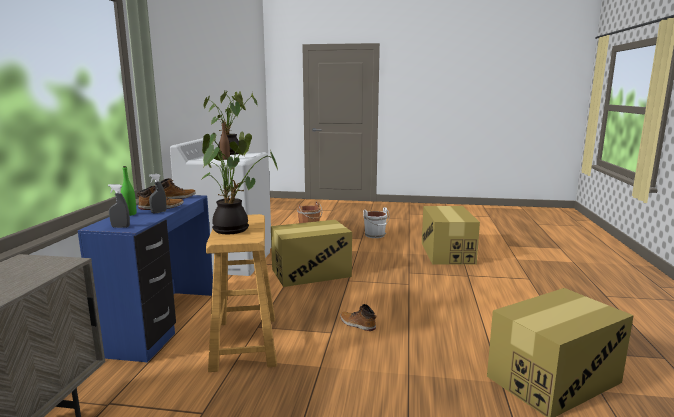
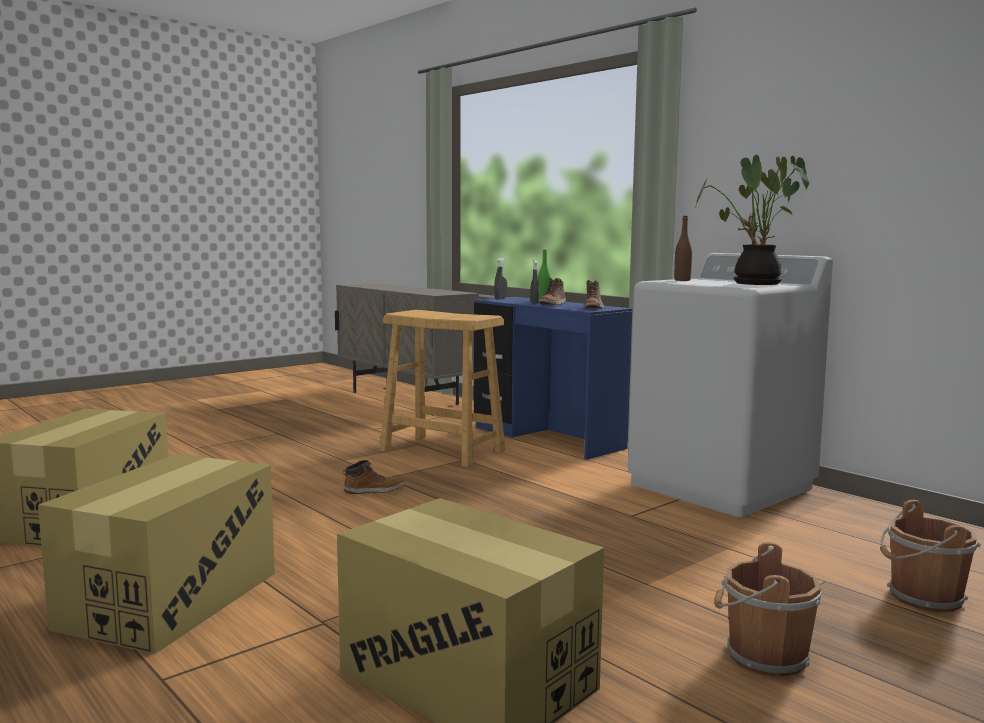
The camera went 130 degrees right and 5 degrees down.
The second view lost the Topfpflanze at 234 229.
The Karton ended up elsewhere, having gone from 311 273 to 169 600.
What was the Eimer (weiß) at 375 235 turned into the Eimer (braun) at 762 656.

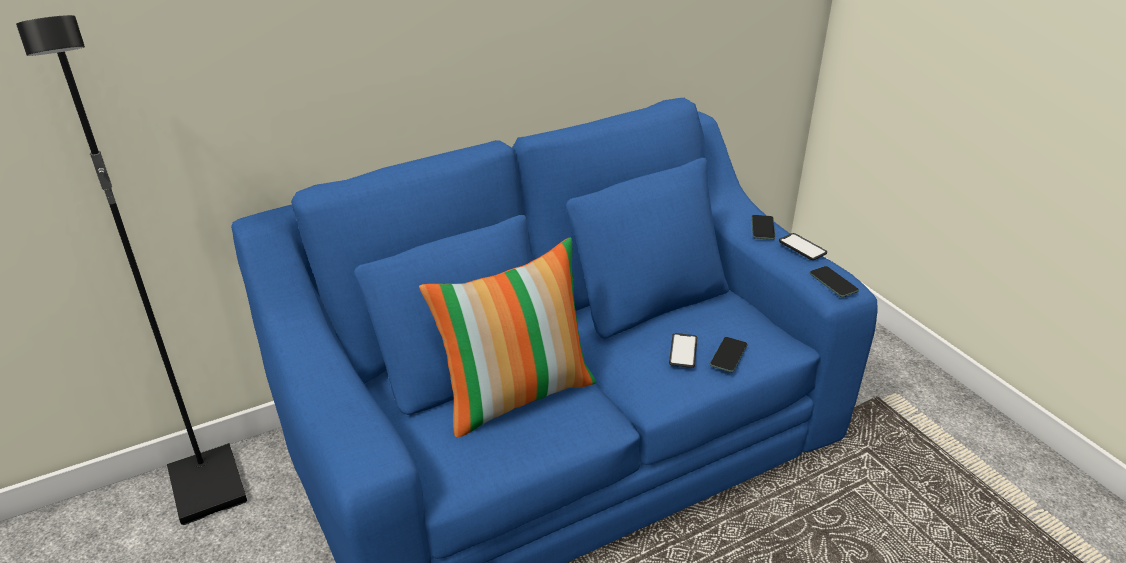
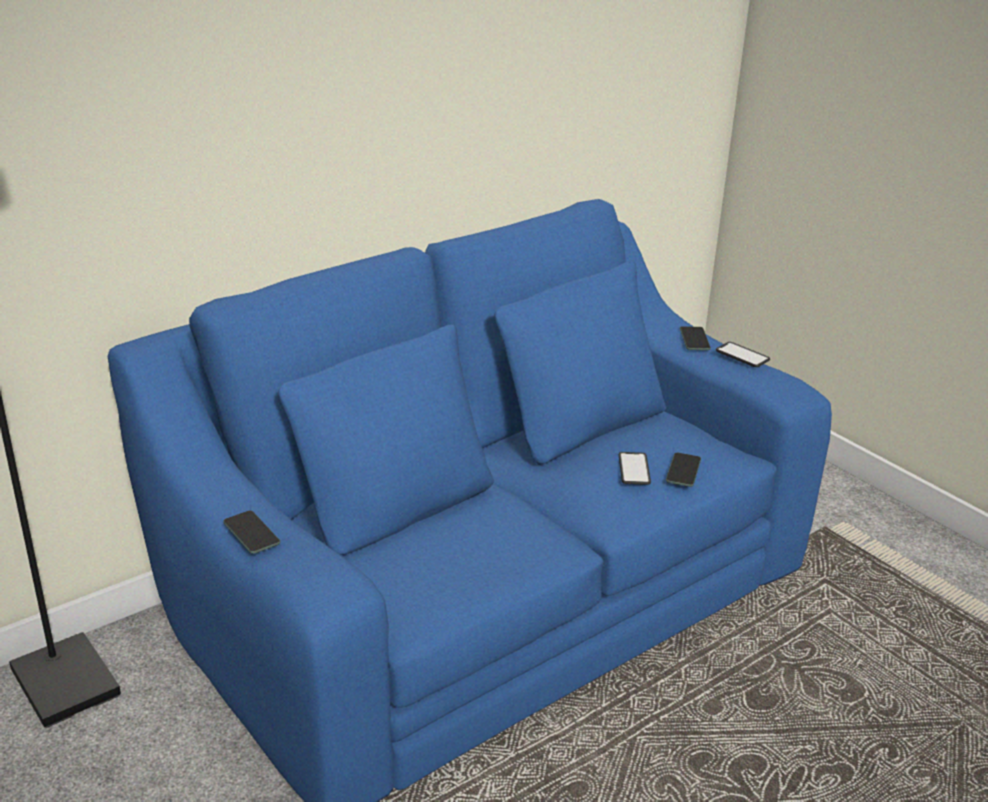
The camera went 10 degrees left and 5 degrees down.
The second view lost the Kissen at 516 394.
The Handy ended up elsewhere, having gone from 833 282 to 251 533.

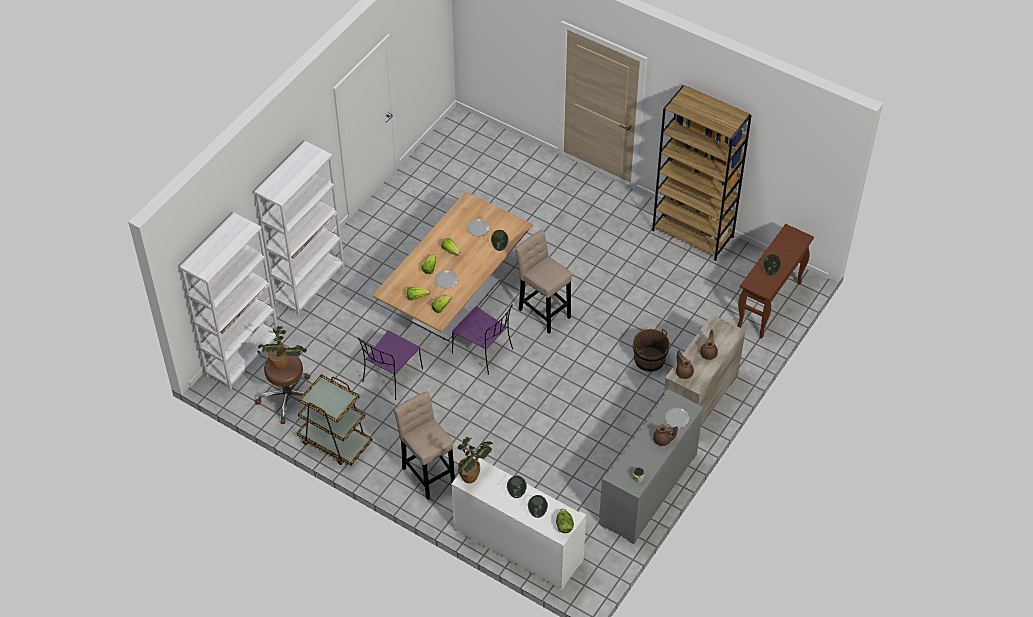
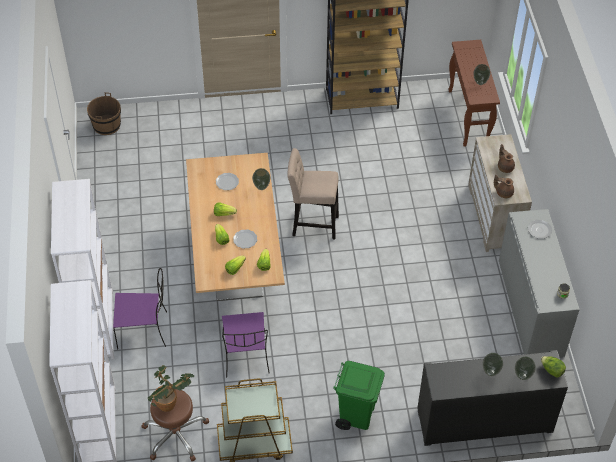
The camera went 40 degrees left and 0 degrees up.
Where the Hocker (beige) stood at 427 473, the Mülleimer (grün) came to stand at 356 415.
What was the Schrank (weiß) at 518 545 turned into the Schrank (schwarz) at 484 420.
The Stuhl (lila) ended up elsewhere, having gone from 484 351 to 144 330.
The second view lost the Topfpflanze at 473 475.
The Eimer (braun) ended up elsewhere, having gone from 649 360 to 107 125.
The second view lost the Teekanne (braun) at 663 440.

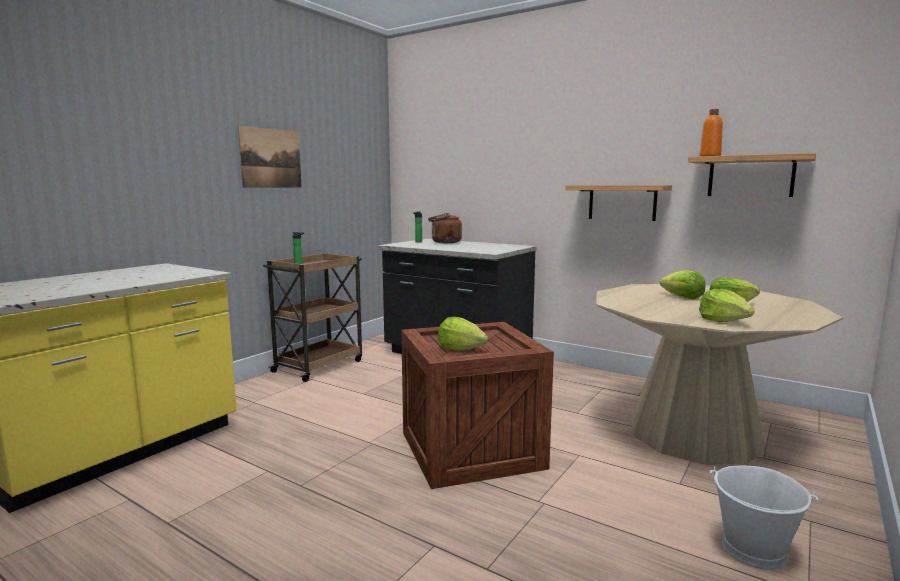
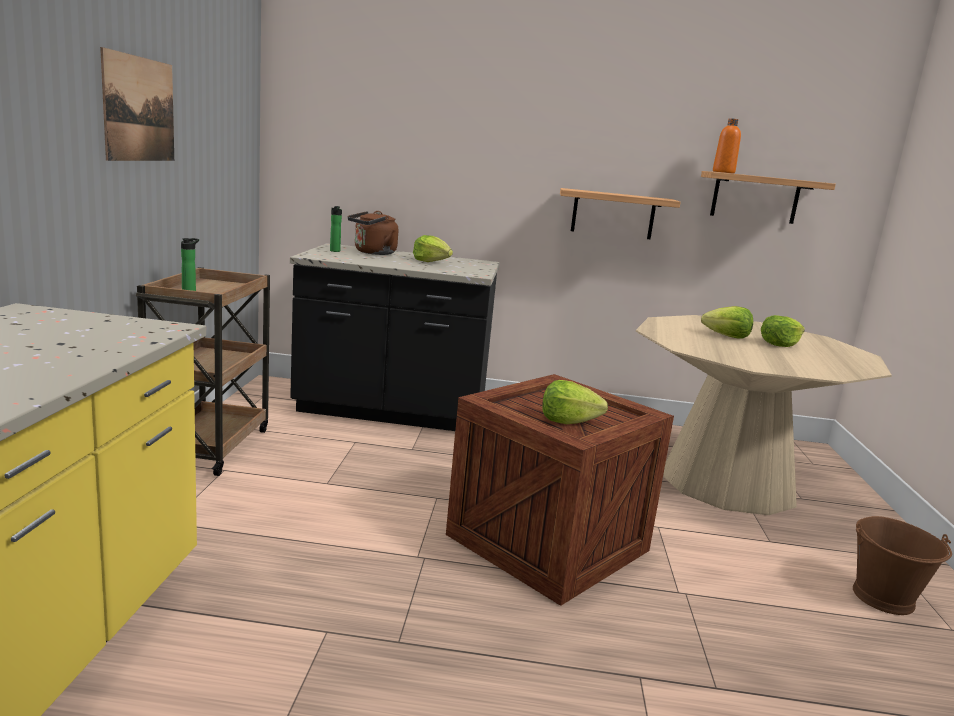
The camera went 30 degrees left and 5 degrees up.
The Salatkopf ended up elsewhere, having gone from 723 321 to 431 262.
What was the Eimer (weiß) at 754 550 turned into the Eimer (braun) at 884 598.

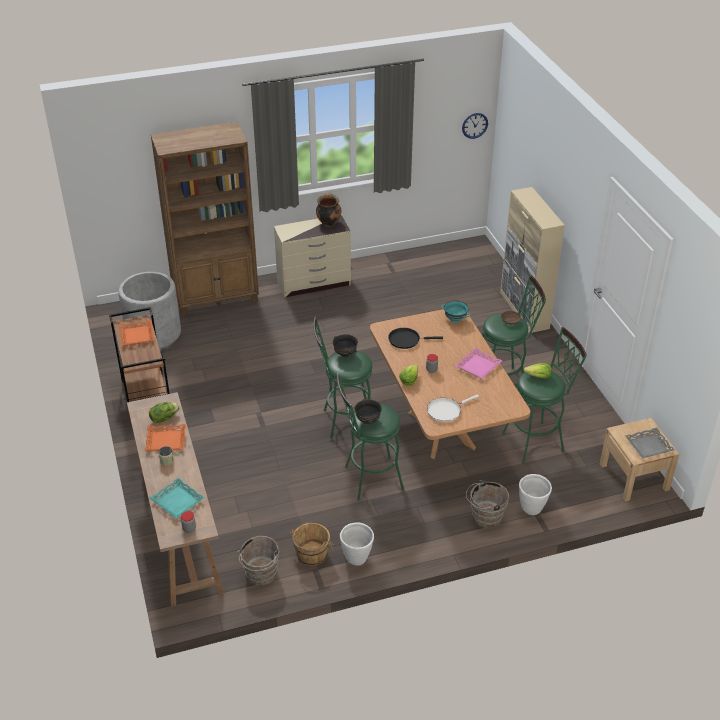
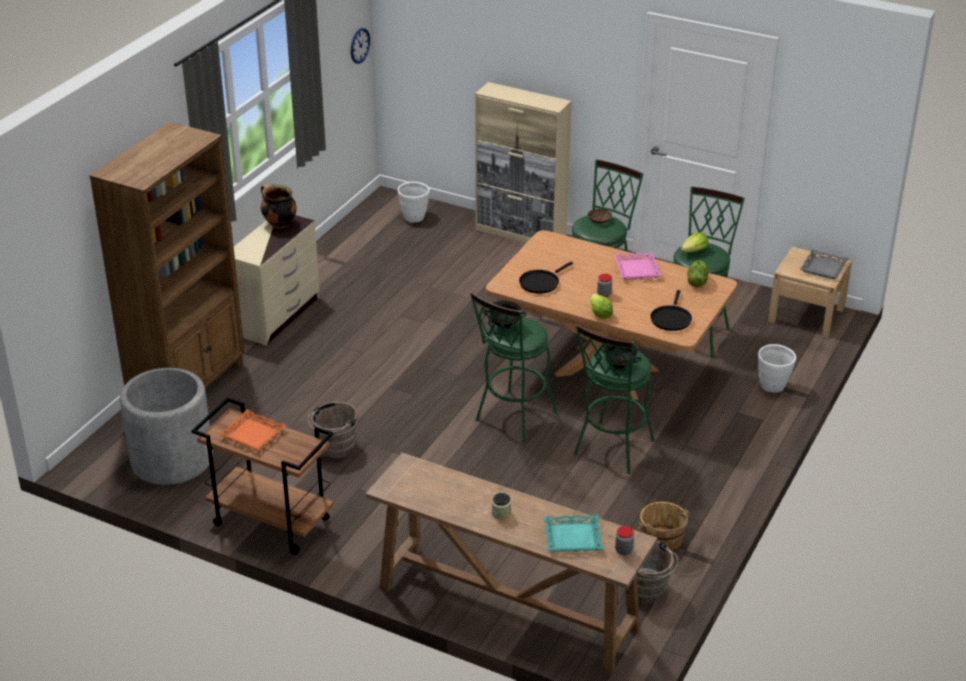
The camera went 45 degrees left and 5 degrees down.
The second view lost the Tablett (orange) at 166 440.
The Salatkopf ended up elsewhere, having gone from 164 418 to 696 282.
The Pflanzkübel (weiß) ended up elsewhere, having gone from 357 558 to 414 218.
What was the Pfanne (weiß) at 446 411 turned into the Pfanne (schwarz) at 671 319.
The second view lost the Schüssel (türkis) at 455 319.
The Eimer (braun) ended up elsewhere, having gone from 484 517 to 334 449.

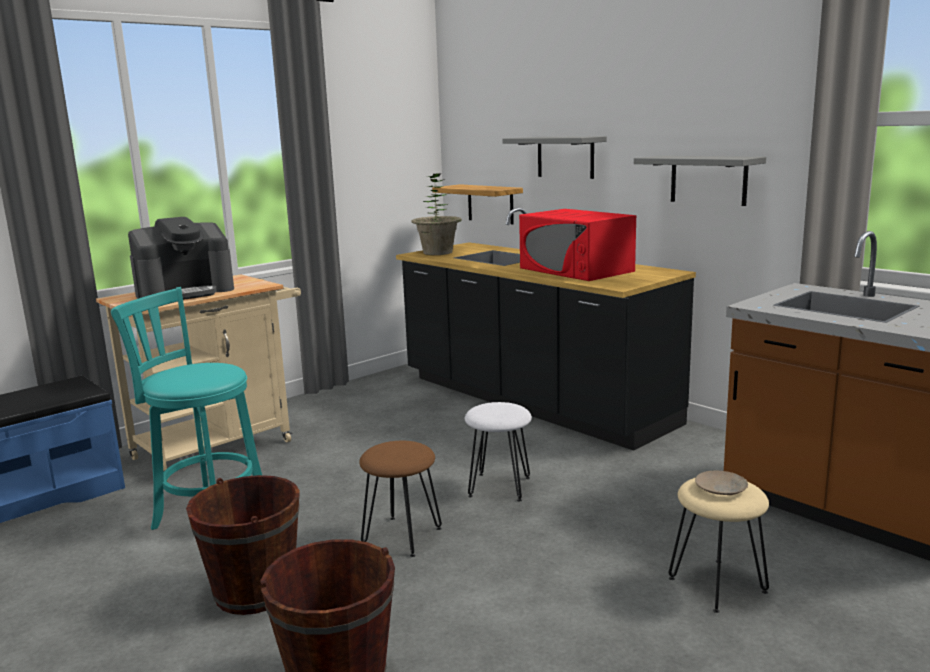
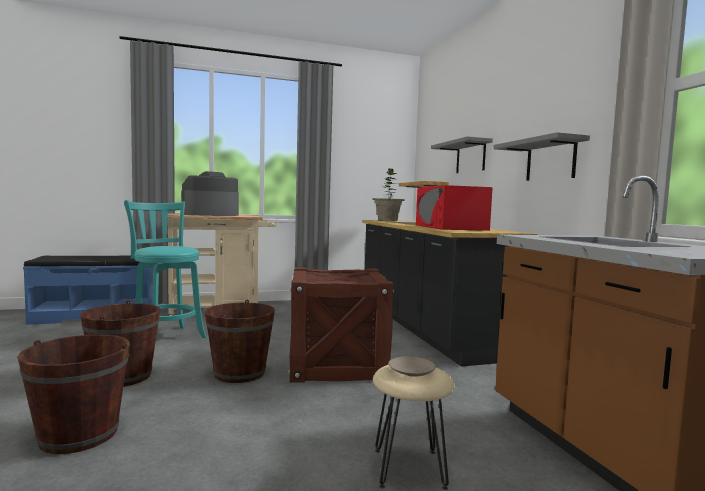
The camera went 25 degrees right and 10 degrees down.
The Kaffeemaschine at 185 292 ended up facing another way, 150 degrees clockwise from before.
Where the Hocker (braun) stood at 402 536, the Eimer (braun) came to stand at 239 373.
Where the Hocker (weiß) stood at 499 487, the Kiste came to stand at 336 364.

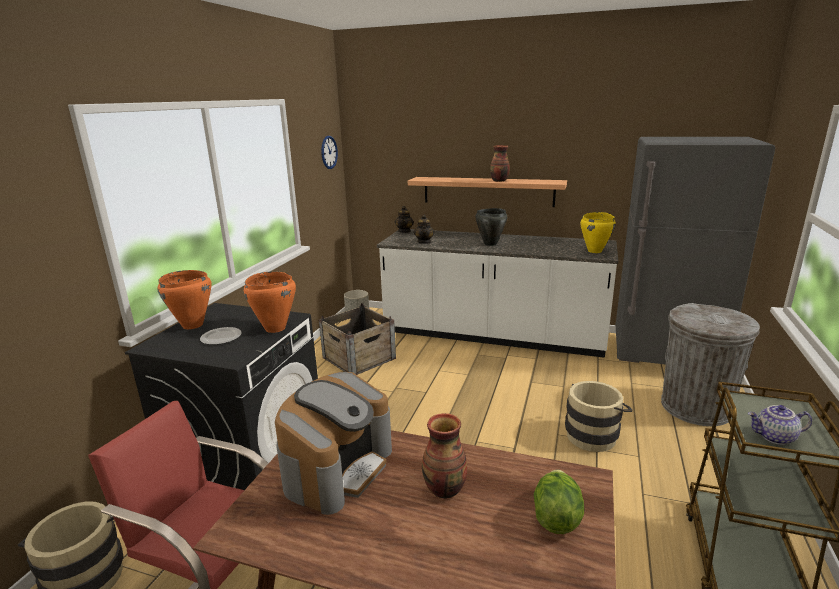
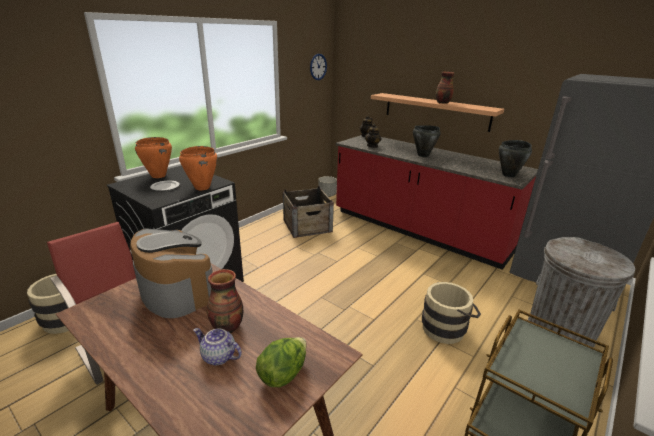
The camera went 20 degrees right and 5 degrees up.
The Kaffeemaschine at 337 467 ended up facing another way, 90 degrees counterclockwise from before.
What was the Küchenzeile (weiß) at 492 335 turned into the Küchenzeile (rot) at 418 231.
What was the Kochtopf (gelb) at 595 251 turned into the Kochtopf (schwarz) at 509 175.
The Teekanne ended up elsewhere, having gone from 774 437 to 218 357.

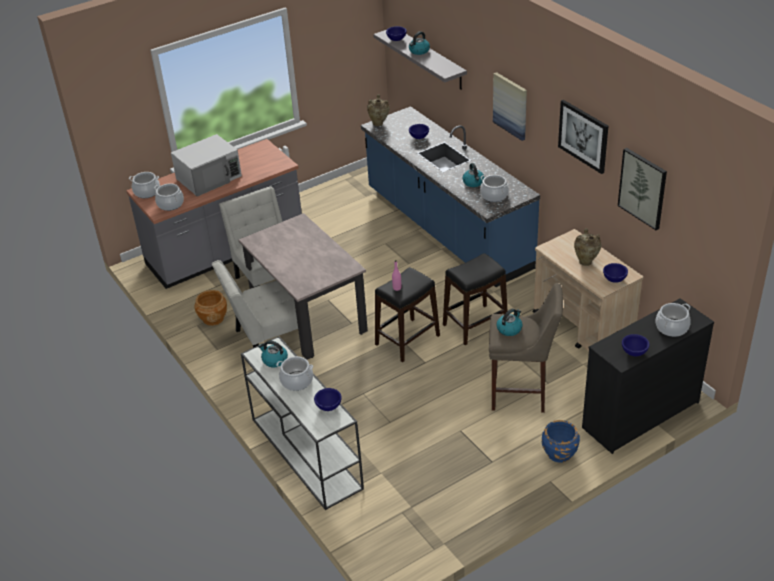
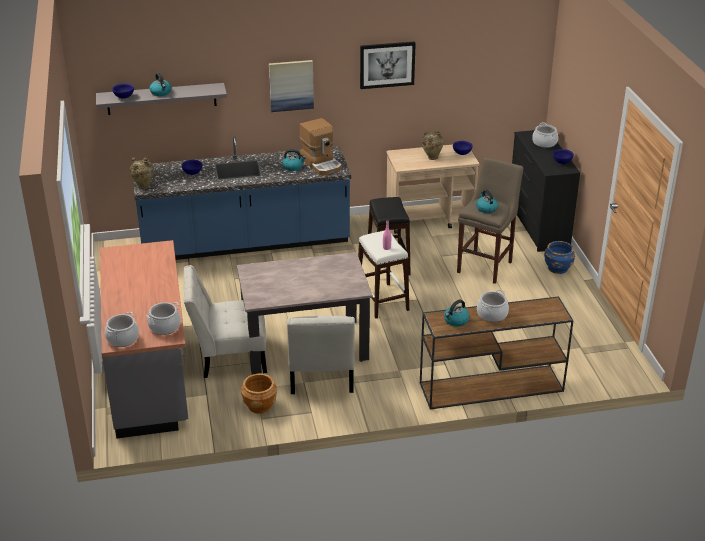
The camera went 70 degrees left and 5 degrees down.
The second view lost the Mikrowelle (weiß) at 209 177.
What was the Konsolentisch (weiß) at 305 452 turned into the Konsolentisch (braun) at 490 387.
The second view lost the Schüssel (blau) at 329 406.
What was the Hocker (schwarz) at 408 340 turned into the Hocker (weiß) at 382 300.
Where the Kochtopf stood at 494 195, the Kaffeemaschine came to stand at 321 163.
The second view lost the Bild at 643 188.

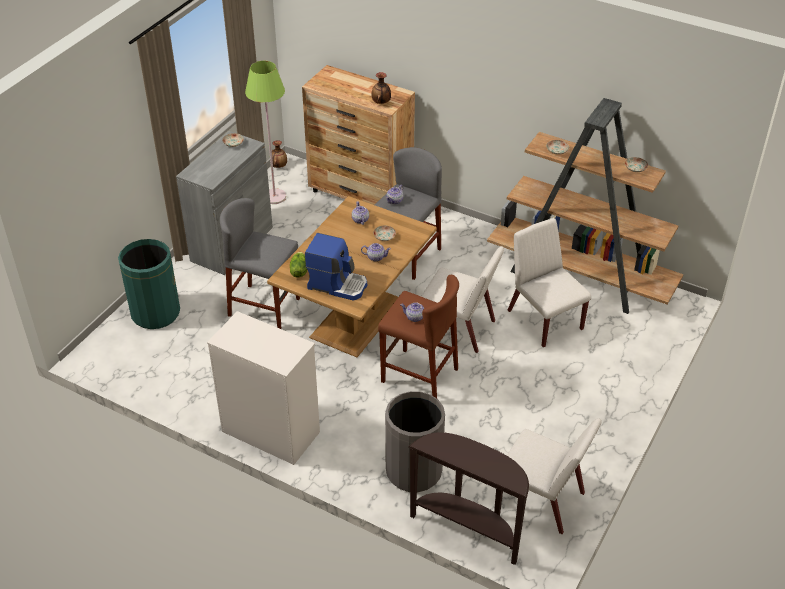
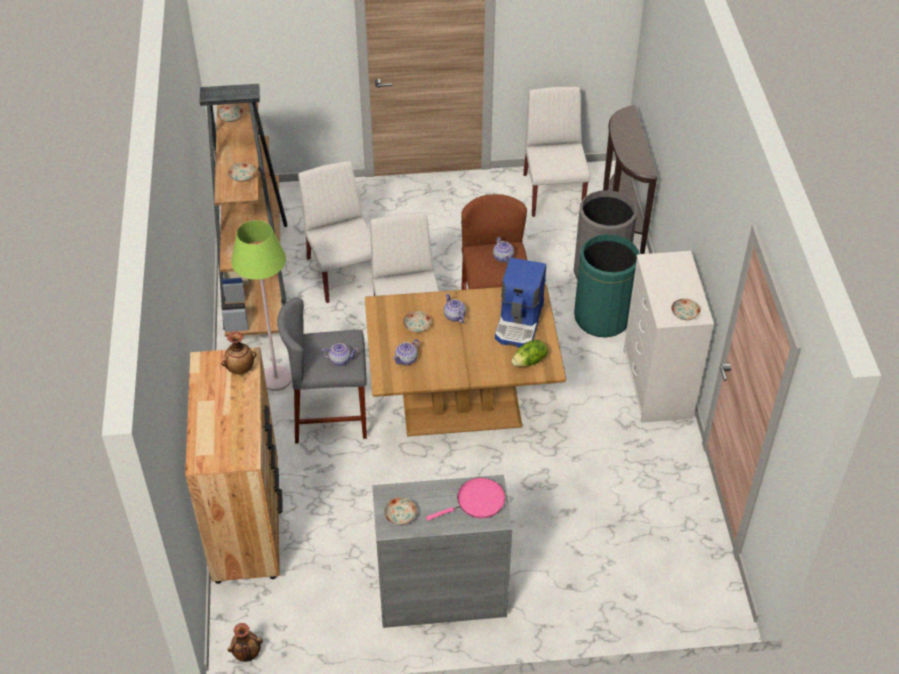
The camera went 125 degrees left and 5 degrees up.
The Mülleimer (grün) ended up elsewhere, having gone from 155 313 to 602 318.
The second view lost the Hocker (grau) at 264 307.
The Stehlampe (grün) ended up elsewhere, having gone from 274 197 to 276 379.
The Kaffeemaschine at 337 284 ended up facing another way, 150 degrees counterclockwise from before.
The Stuhl (weiß) at 544 319 ended up facing another way, 135 degrees clockwise from before.
The second view gained the Pfanne (rosa) at 477 502.
The second view gained the Teller at 685 313.

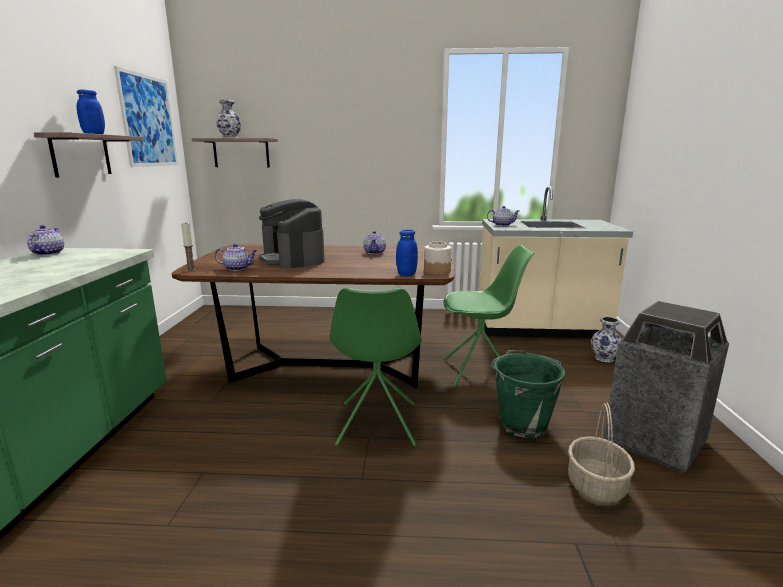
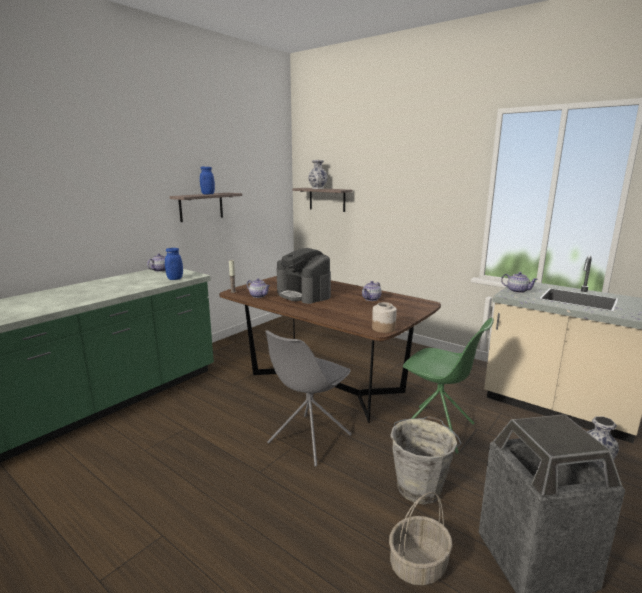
The camera went 35 degrees right and 0 degrees up.
The second view lost the Bild at 148 121.
The Kaffeemaschine at 293 259 ended up facing another way, 45 degrees counterclockwise from before.
What was the Stuhl (grün) at 377 425 turned into the Stuhl (grau) at 308 440.
The Vorratsglas (blau) ended up elsewhere, having gone from 406 274 to 175 279.
What was the Eimer (grün) at 522 424 turned into the Eimer (grau) at 420 487.

